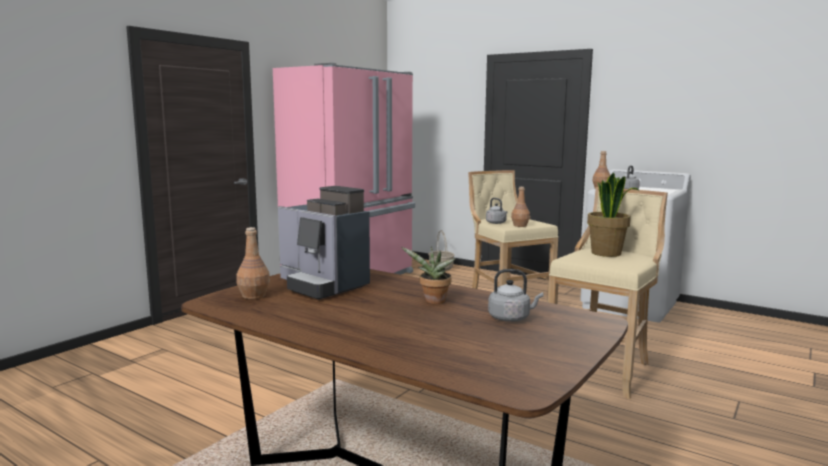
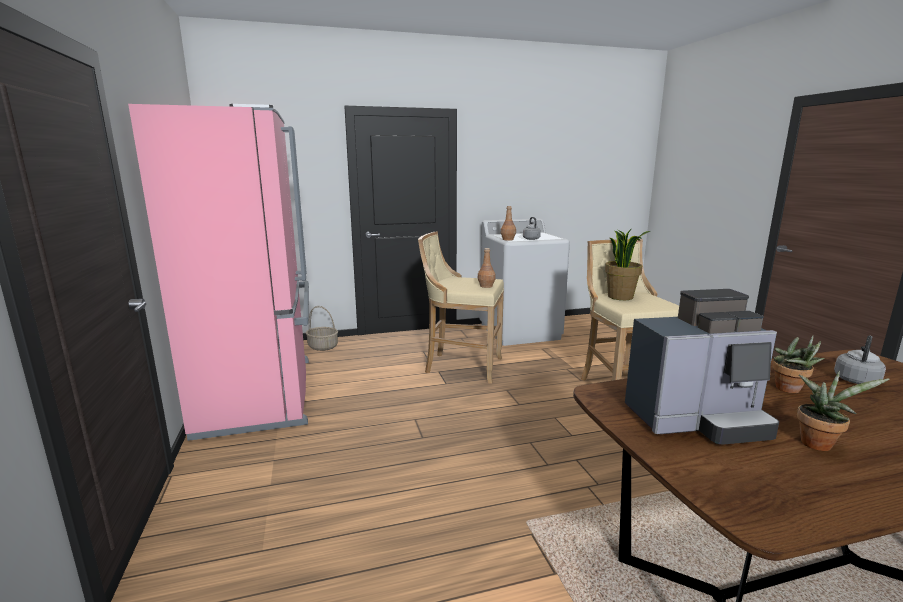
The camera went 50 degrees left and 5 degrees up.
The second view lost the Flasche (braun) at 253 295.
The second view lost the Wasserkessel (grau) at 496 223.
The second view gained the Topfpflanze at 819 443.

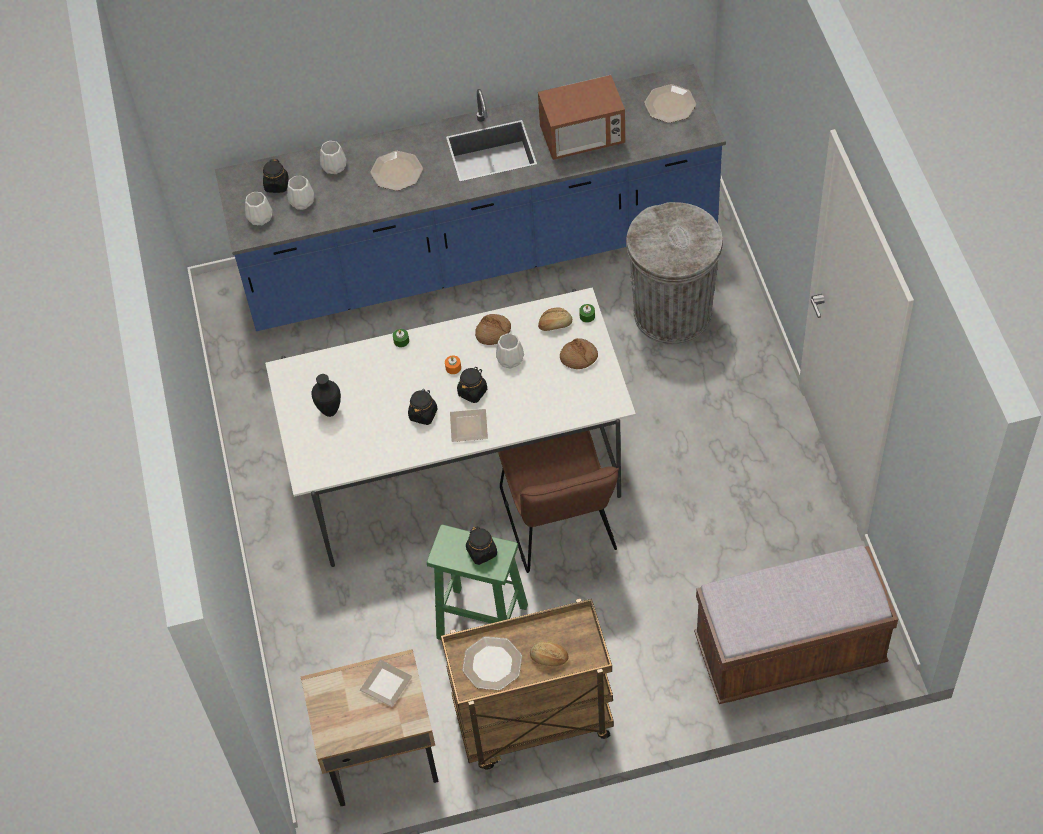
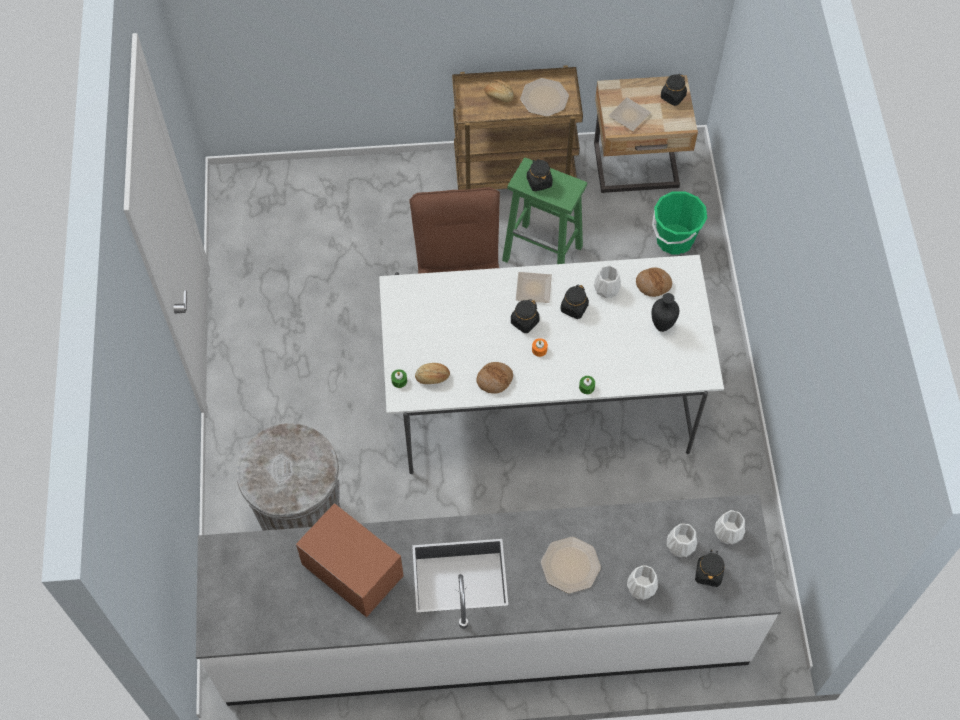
The camera went 175 degrees left and 5 degrees up.
What was the Küchenzeile (blau) at 480 255 turned into the Küchenzeile (weiß) at 485 631.
The Vase (weiß) ended up elsewhere, having gone from 510 359 to 606 288.
The Mikrowelle at 582 137 ended up facing another way, 45 degrees clockwise from before.
The Brot ended up elsewhere, having gone from 579 357 to 653 284.
The second view lost the Teller at 670 105.
The second view lost the Bank (braun) at 789 652.
The second view gained the Eimer (grün) at 674 239.
The second view gained the Vorratsglas (schwarz) at 673 97.

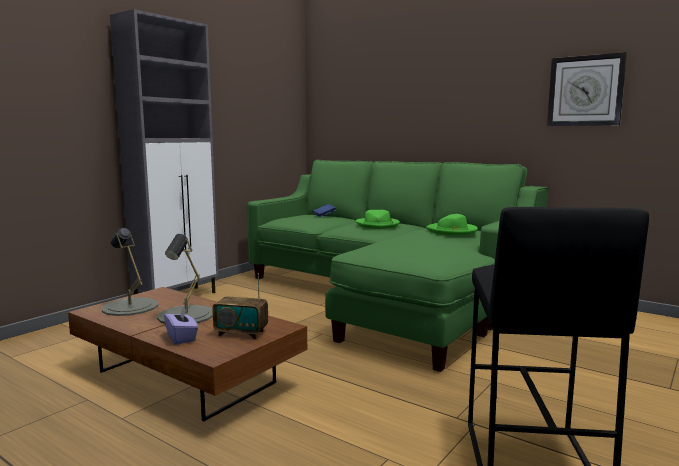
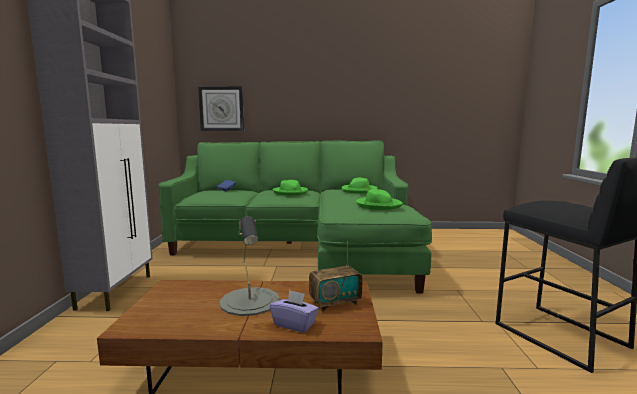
The camera went 35 degrees left and 0 degrees up.
The second view lost the Tischlampe (grau) at 130 307.
The Wanduhr ended up elsewhere, having gone from 585 91 to 221 109.
The second view gained the Hut (grün) at 378 205.

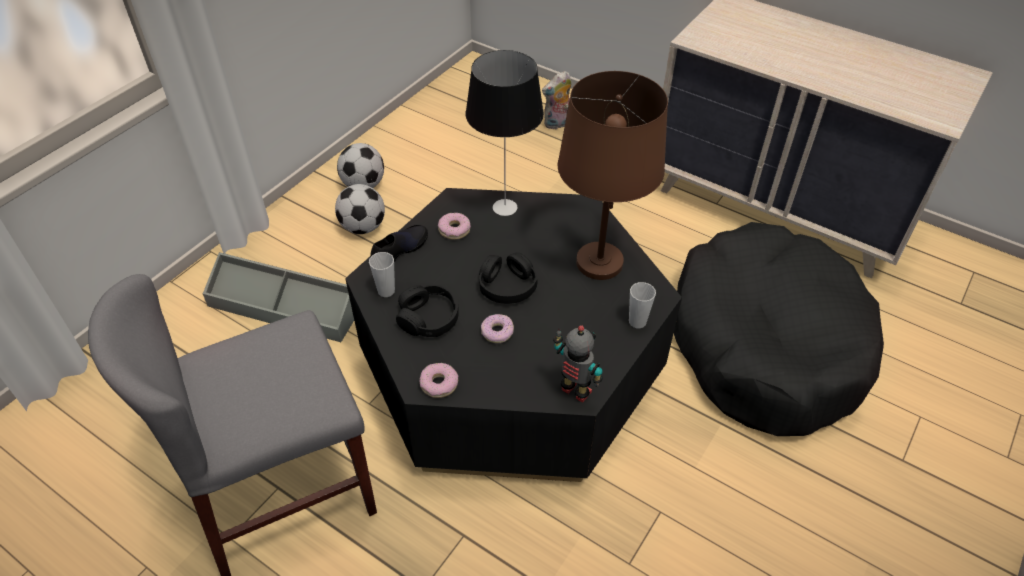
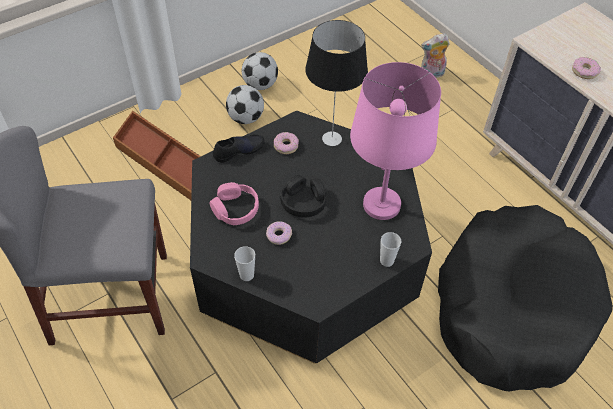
The camera went 20 degrees right and 5 degrees up.
What was the Aufbewahrungsbox (grau) at 284 308 turned into the Aufbewahrungsbox (braun) at 165 164.
The Tasse ended up elsewhere, having gone from 386 291 to 246 275.
What was the Kopfhörer (schwarz) at 428 318 turned into the Kopfhörer (rosa) at 235 209.
The Donut ended up elsewhere, having gone from 439 384 to 584 71.
The second view lost the Spielzeugroboter at 575 392.
What was the Tischlampe (braun) at 598 263 turned into the Tischlampe (rosa) at 381 204.

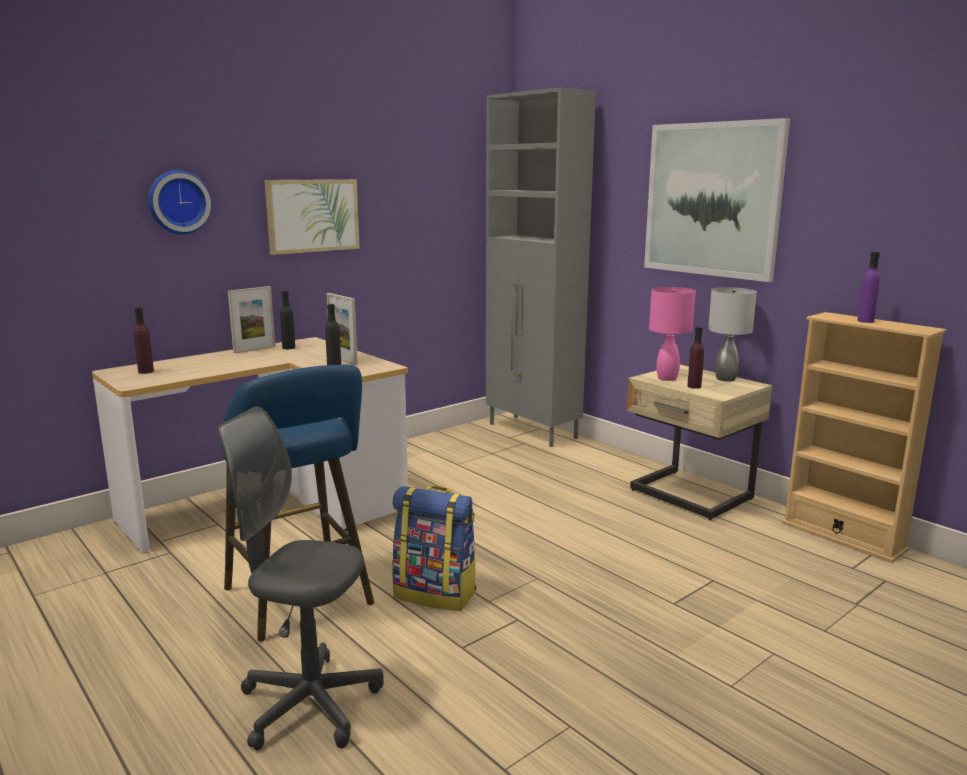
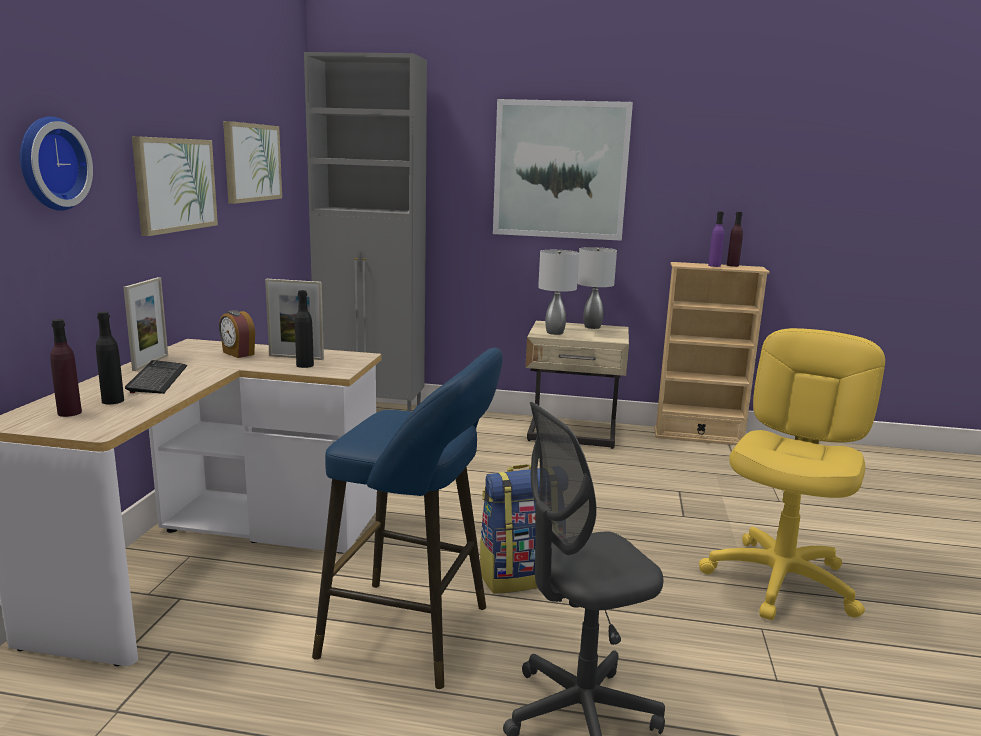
The camera went 40 degrees left and 0 degrees up.
The Flasche (schwarz) ended up elsewhere, having gone from 288 347 to 113 401.
What was the Tischlampe (rosa) at 666 378 turned into the Tischlampe (grau) at 554 332.
The Flasche (lila) ended up elsewhere, having gone from 694 386 to 732 265.
The second view gained the Tastatur at 158 379.
The second view gained the Wecker at 238 353.
The second view gained the Bild at 252 162.
The second view gained the Bürostuhl (gelb) at 781 581.

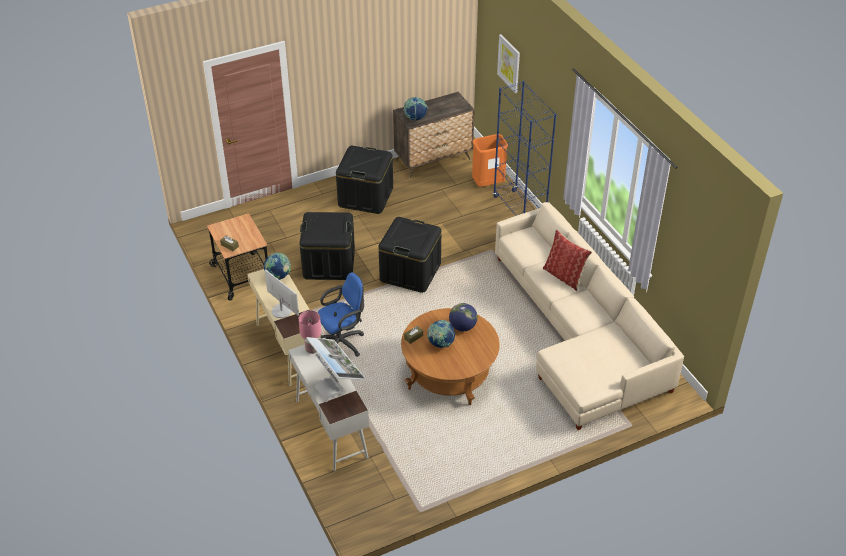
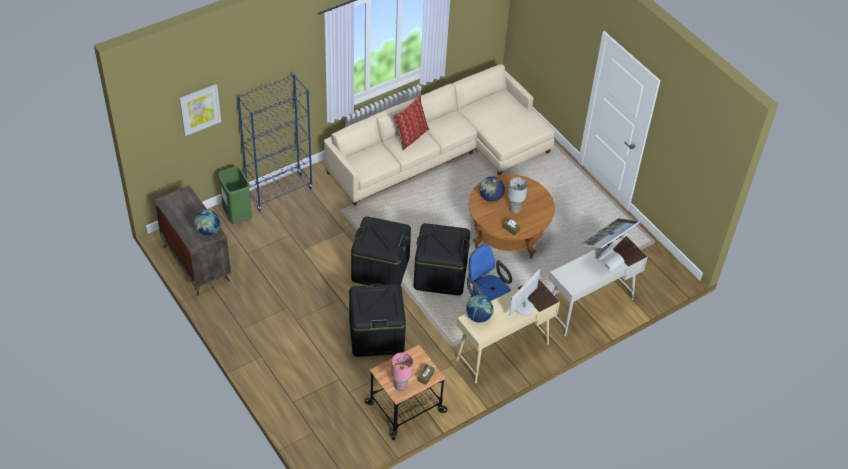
The camera went 100 degrees left and 5 degrees up.
The Tischlampe (rosa) ended up elsewhere, having gone from 312 350 to 401 386.
The Aufbewahrungsbox (schwarz) ended up elsewhere, having gone from 365 197 to 440 274.
Where the Globus stood at 440 344, the Tischlampe (grau) came to stand at 515 210.
What was the Mülleimer (orange) at 488 184 turned into the Mülleimer (grün) at 237 217.

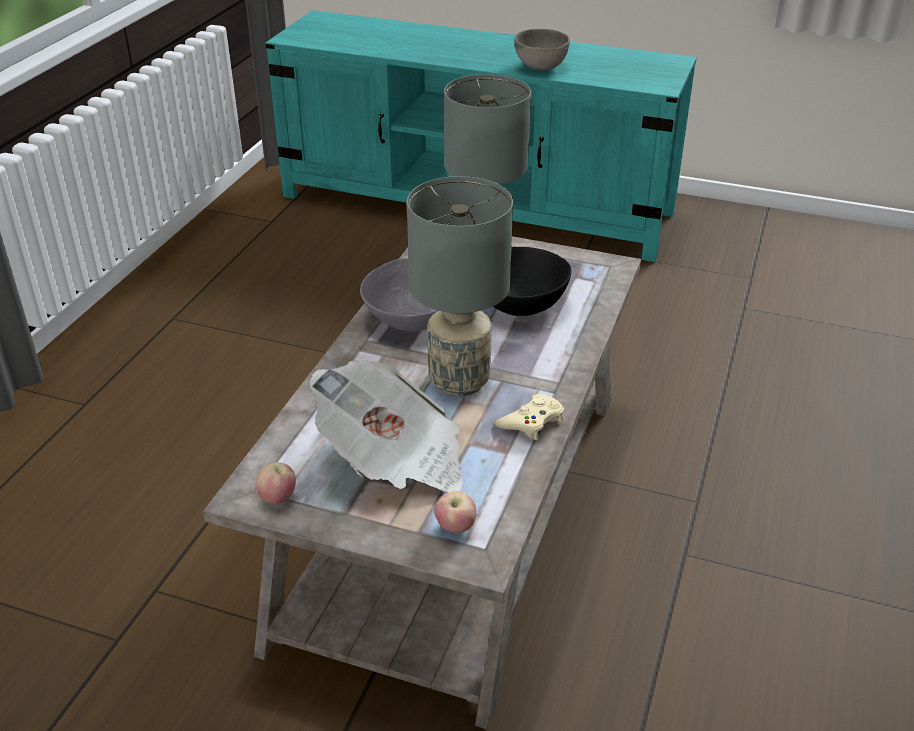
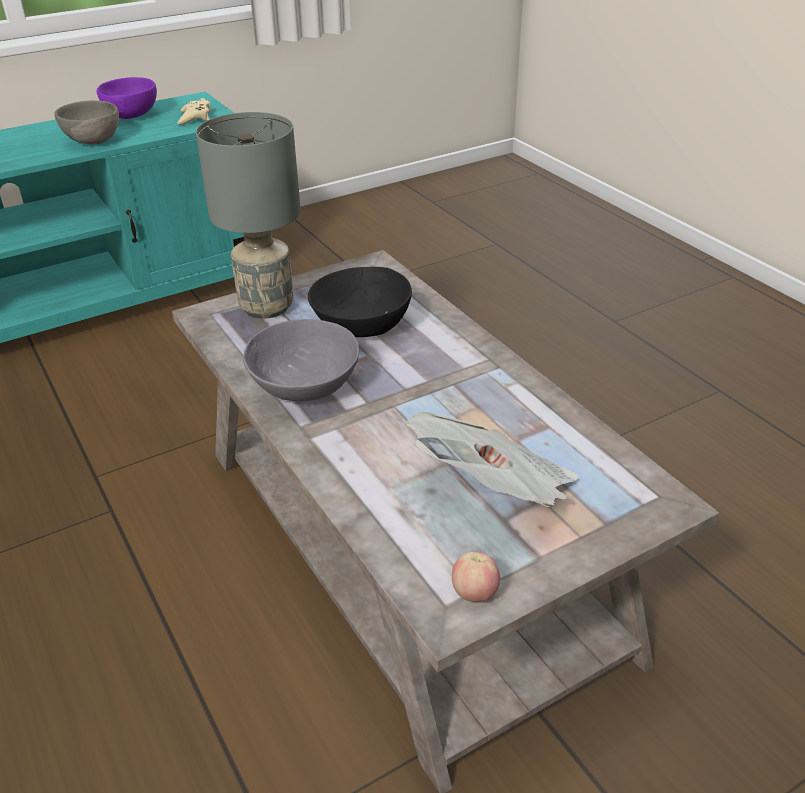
The camera went 50 degrees left and 0 degrees up.
The second view lost the Tischlampe (grau) at 458 381.
The second view lost the Apfel at 455 527.
The Gamepad (beige) ended up elsewhere, having gone from 532 422 to 195 117.
The second view gained the Schüssel (lila) at 131 116.

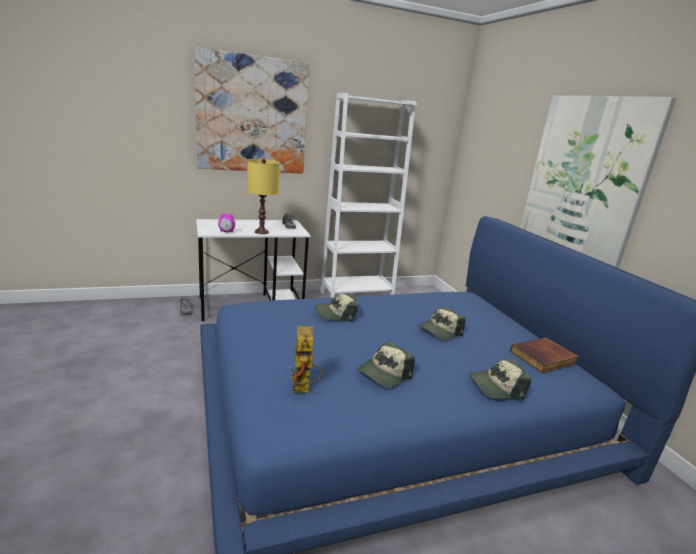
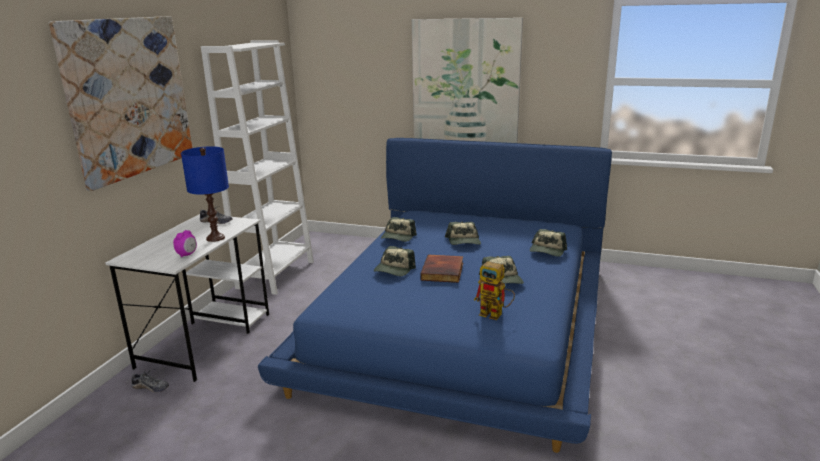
The camera went 50 degrees left and 0 degrees up.
What was the Tischlampe (gelb) at 261 232 turned into the Tischlampe (blau) at 215 238.
The Buch ended up elsewhere, having gone from 543 358 to 443 271.
The second view gained the Kappe at 398 237.

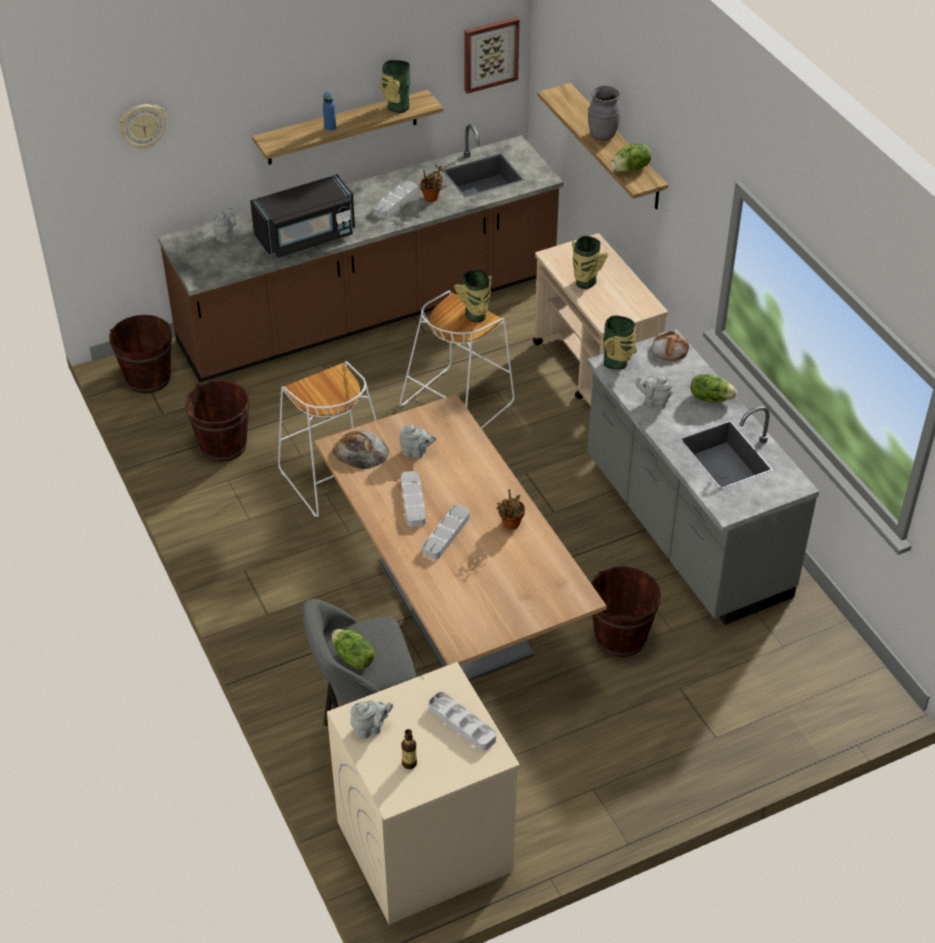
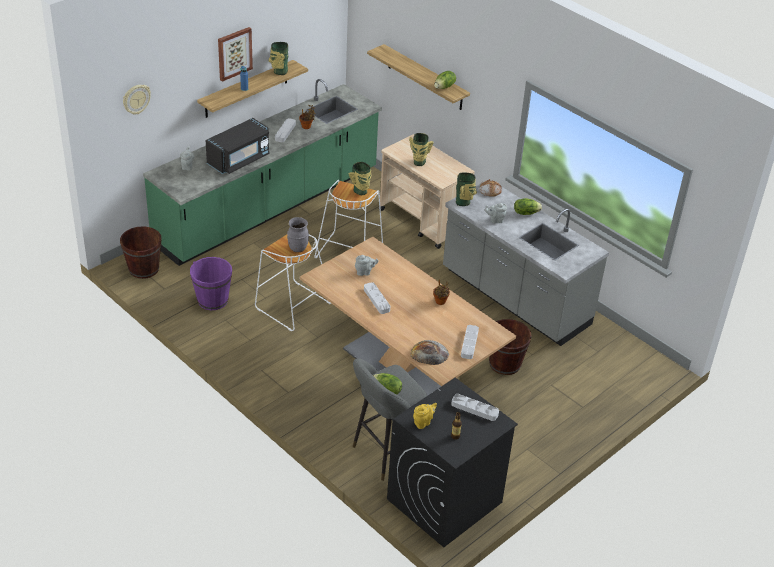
The camera went 20 degrees left and 5 degrees down.
What was the Küchenzeile (braun) at 369 311 turned into the Küchenzeile (grün) at 269 207.
What was the Eimer (braun) at 223 445 turned into the Eimer (lila) at 212 300.
What was the Waschmaschine (beige) at 423 847 turned into the Waschmaschine (schwarz) at 444 501.
The Brot ended up elsewhere, having gone from 360 451 to 429 353.
What was the Teekanne (grau) at 370 728 turned into the Teekanne (gelb) at 423 422.
The Tablett (grau) ended up elsewhere, having gone from 446 534 to 469 343.
The Bild ended up elsewhere, having gone from 490 54 to 234 53.
The Vase (grau) ended up elsewhere, having gone from 602 135 to 297 248.

